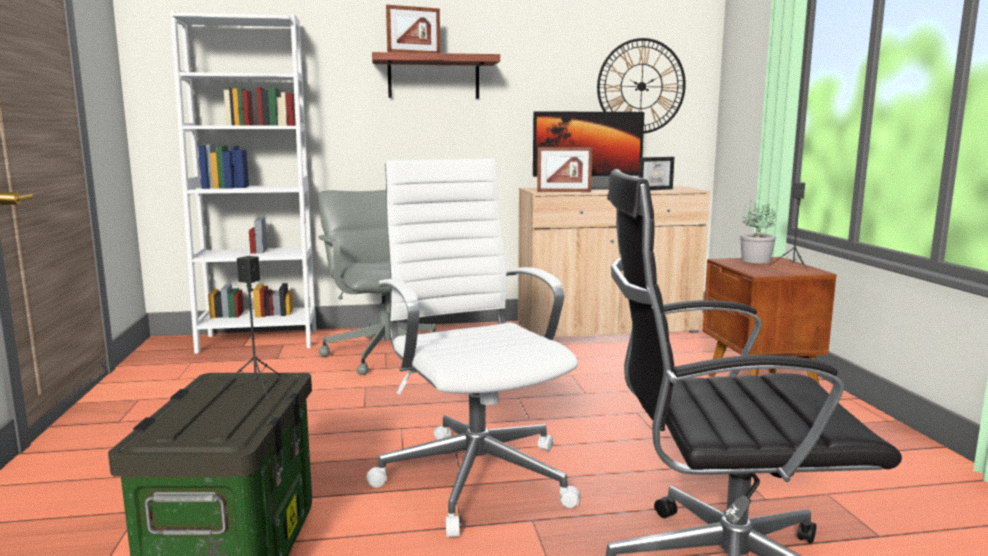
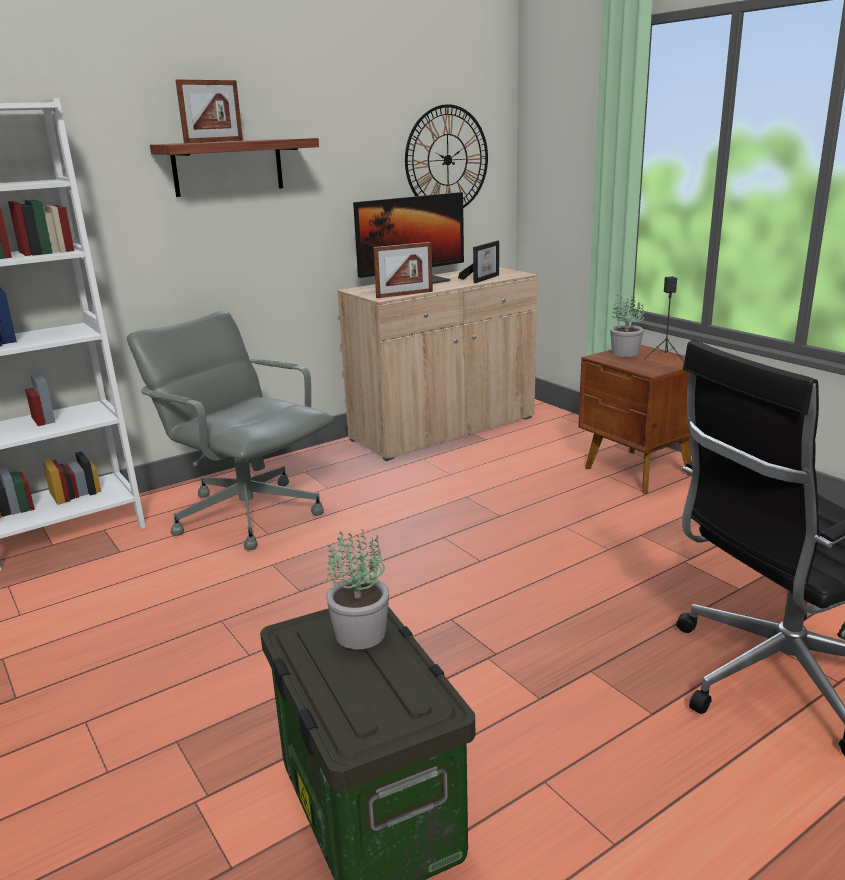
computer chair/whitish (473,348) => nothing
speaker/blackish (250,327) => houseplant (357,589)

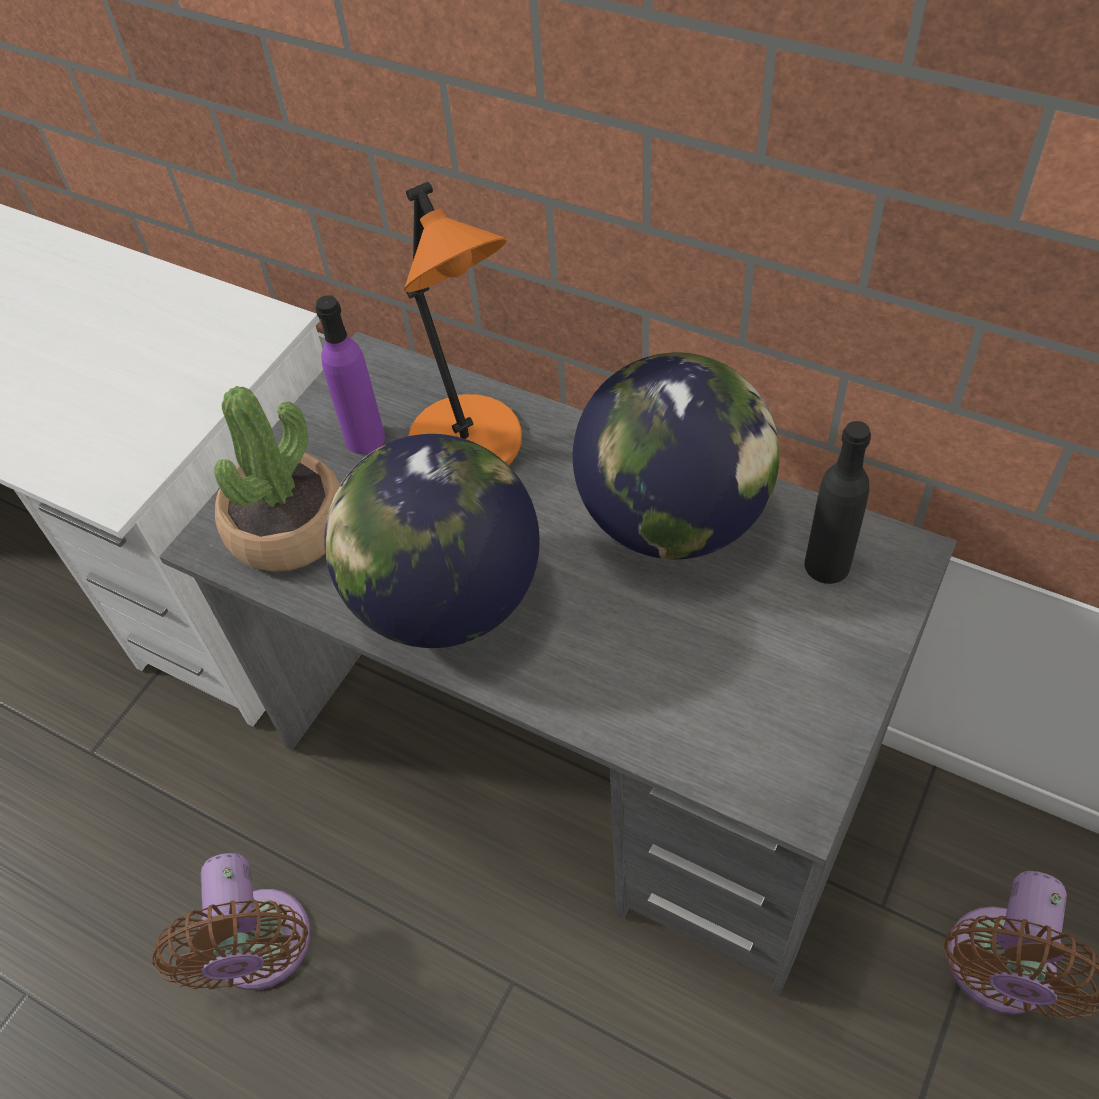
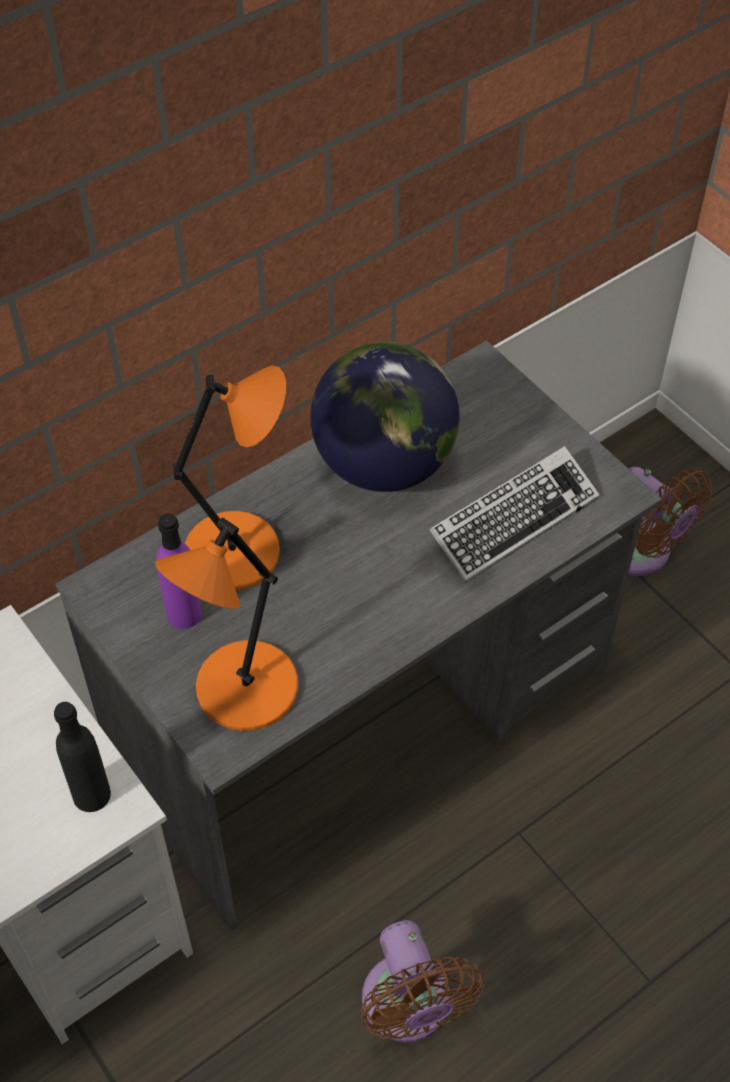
desk globe (432,541) => nothing
nothing => PC keyboard (514,514)
bottle/blackish (838,502) => bottle/blackish (82,757), shifted
houseplant (277,479) => tabletop lamp/orange (226,624)
cooling fan/brownish (231,921) => cooling fan/brownish (422,981), 60 degrees clockwise

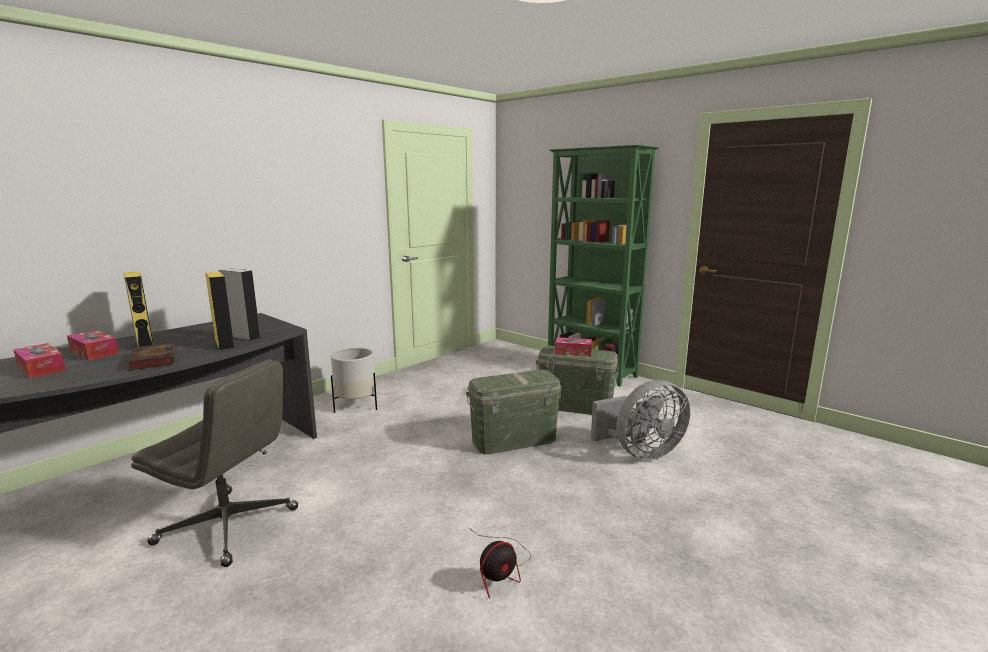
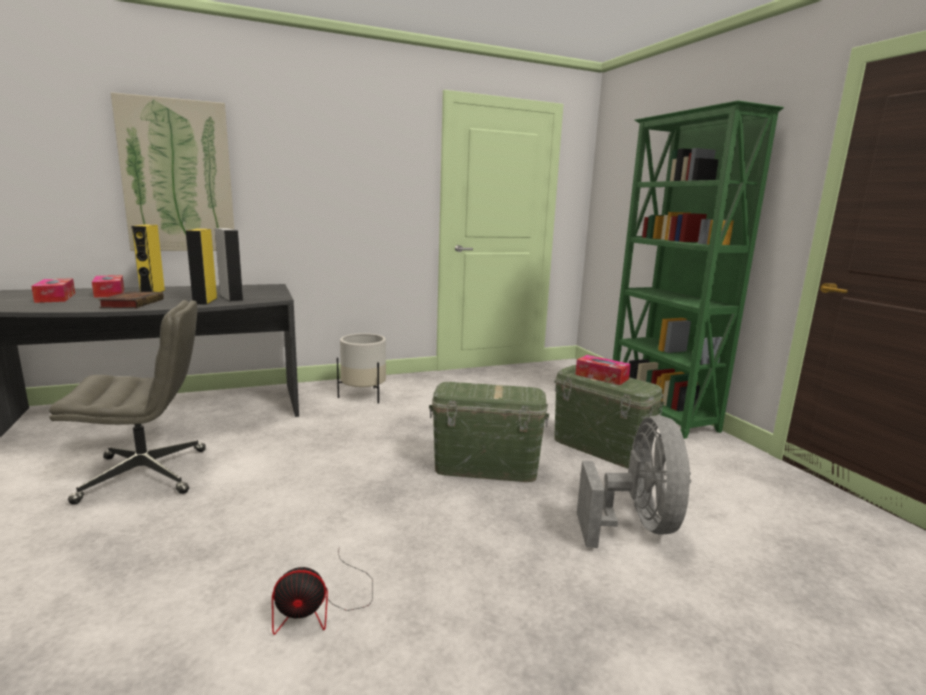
nothing => wall art (172,171)
computer chair/greyish (214,463) => computer chair/greyish (127,402), 60 degrees counterclockwise
cooling fan/greyish (640,420) => cooling fan/greyish (634,481), 90 degrees counterclockwise

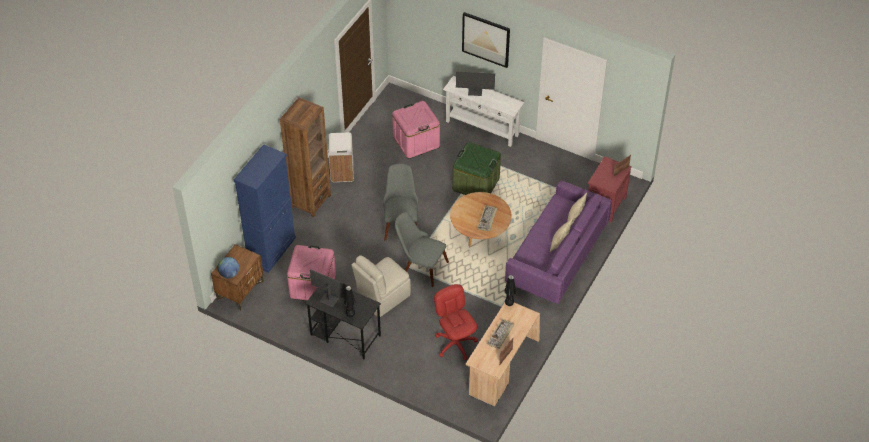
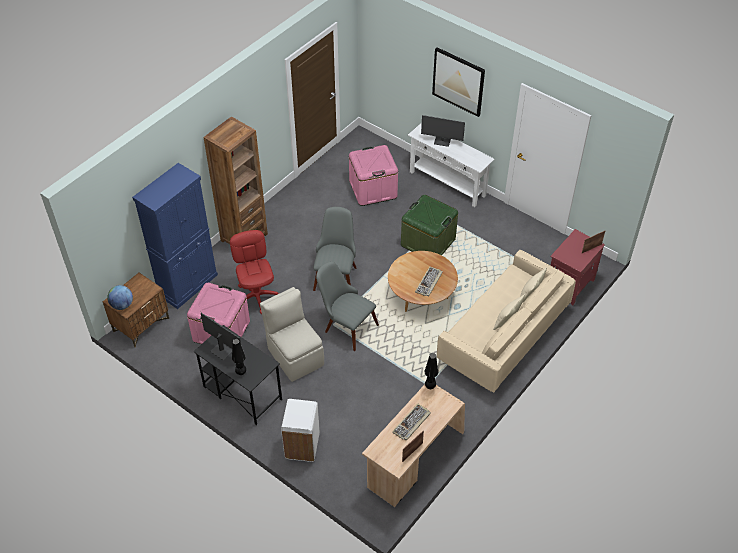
trash can/whitish (341,157) => trash can/whitish (300,430), shifted
computer chair/red-coloured (456,322) => computer chair/red-coloured (254,272), shifted
settee/purple (558,242) => settee/beige-coloured (506,321)
plain chair/beige-coloured (381,286) => plain chair/beige-coloured (292,334), 90 degrees clockwise

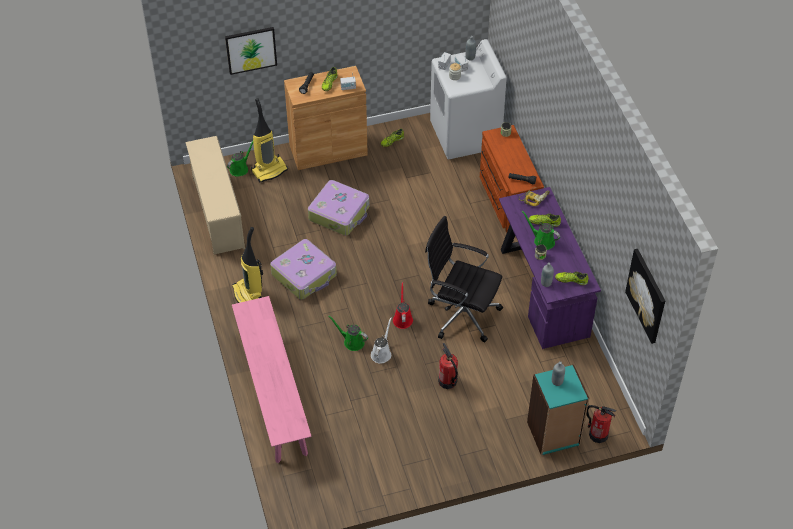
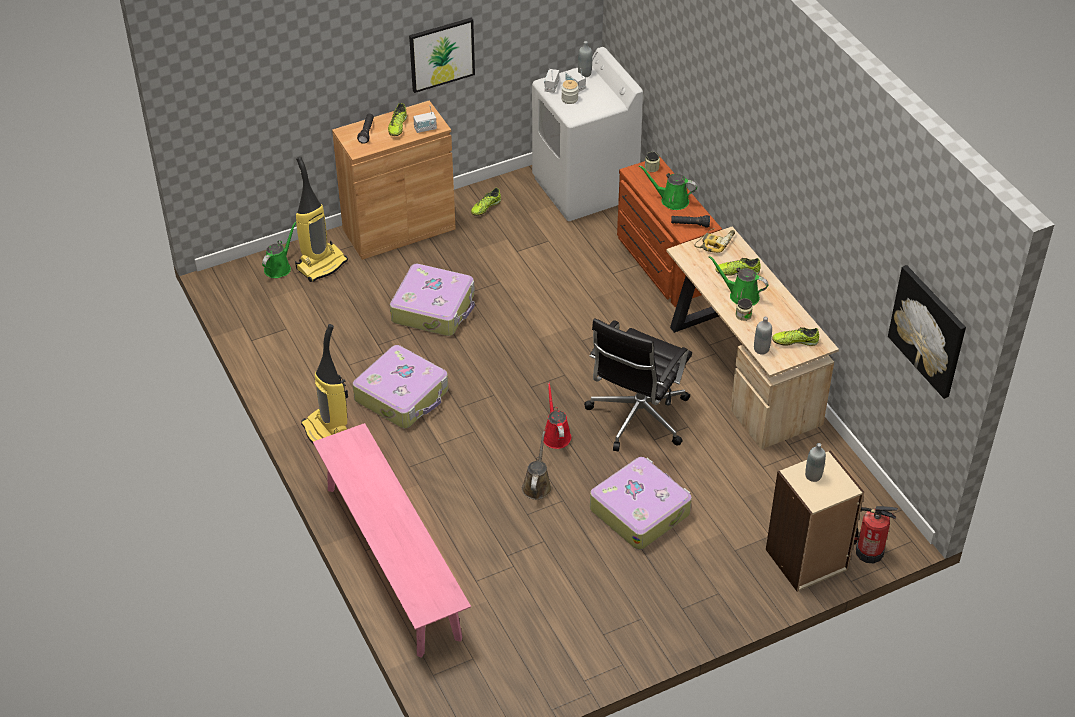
shoe stand/beige-coloured (215,195) => nothing
wall art (251,51) => wall art (442,55), shifted
sprinkling can/green (348,333) => sprinkling can/green (668,187), shifted
extinguisher (448,366) => piece of luggage (641,503)
sprinkling can/whitish (381,340) => sprinkling can/brownish (537,465)
desk/purple (550,268) => desk/beige-coloured (752,337)
shelving unit/turquoise (558,410) => shelving unit/beige-coloured (815,521)
computer chair/blackish (464,279) => computer chair/blackish (638,384), 75 degrees counterclockwise

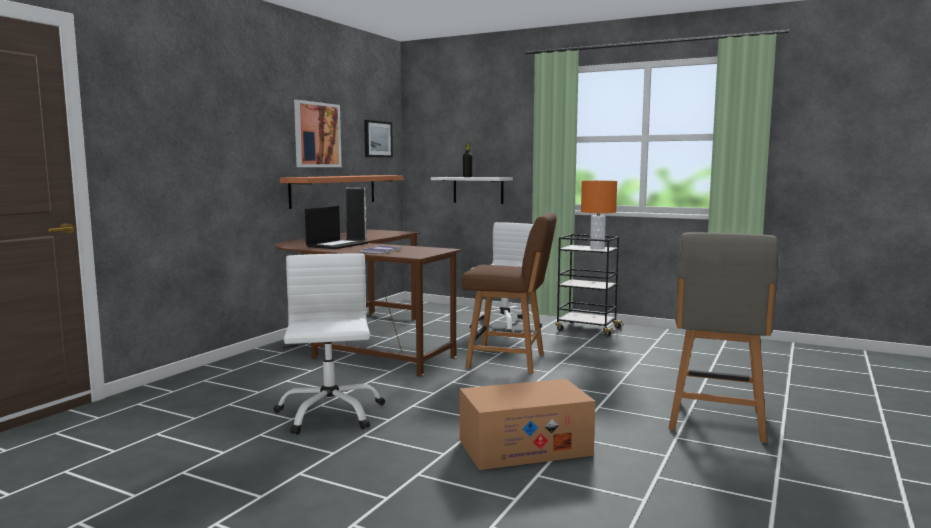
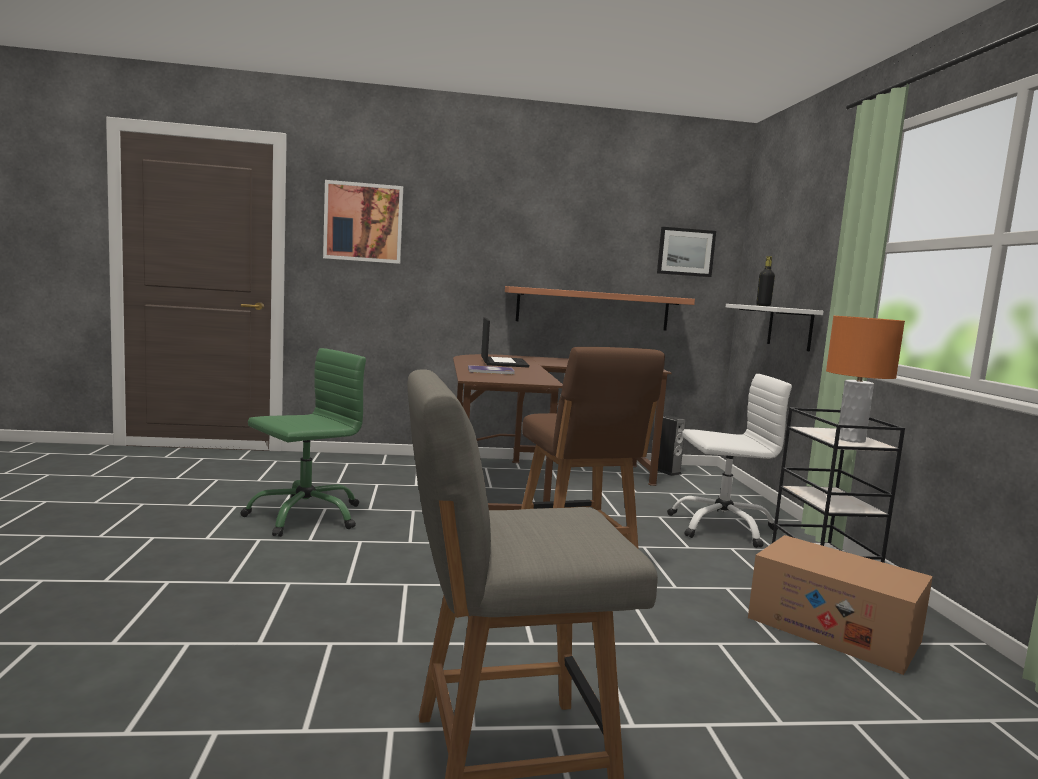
wall art (318,133) => wall art (363,222), shifted
speaker (357,214) => speaker (672,446), shifted
carton (527,424) => carton (840,605), shifted
computer chair/whitish (329,344) => computer chair/green (303,442)
portable computer (336,227) => portable computer (505,342), 90 degrees counterclockwise

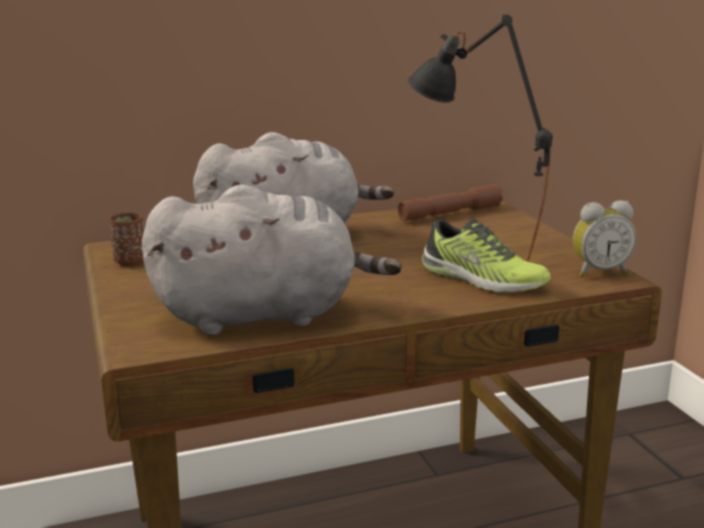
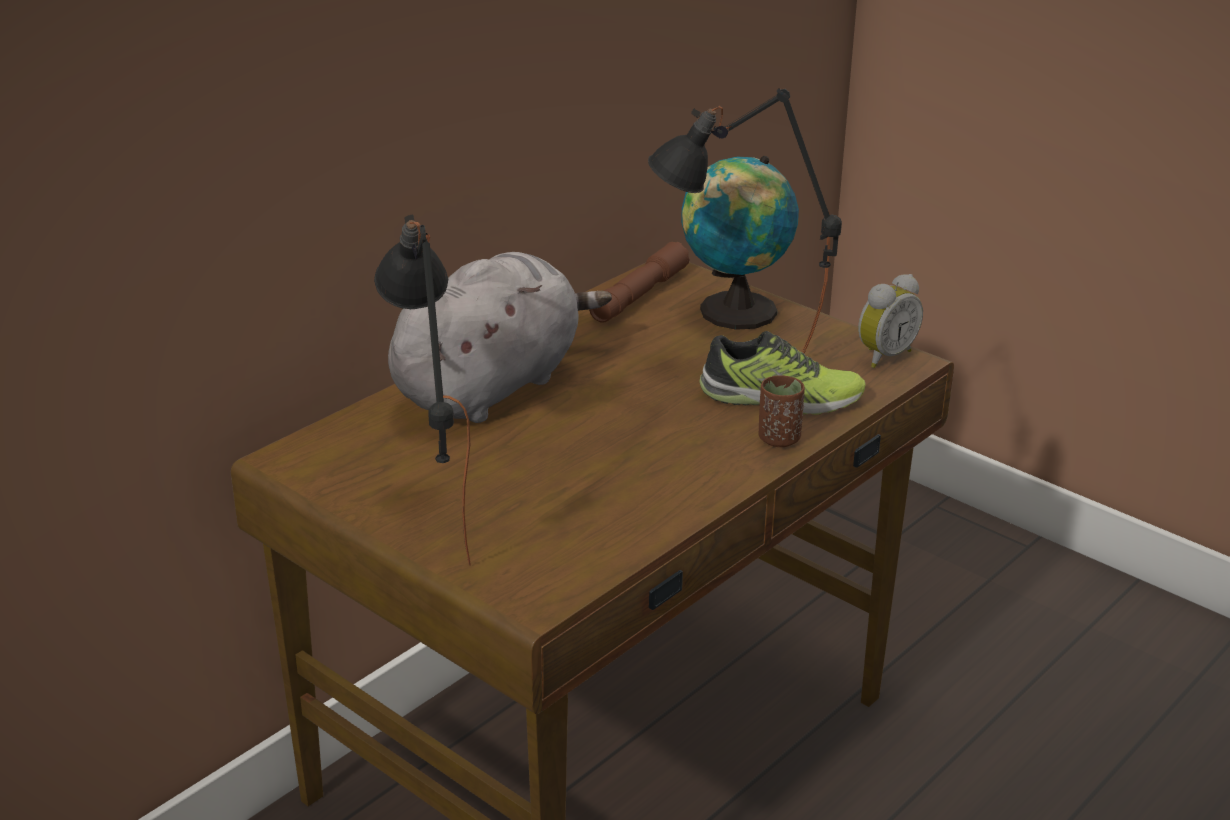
soft toy/greyish (272,260) => nothing
nothing => tabletop lamp/blackish (422,390)
nothing => desk globe (740,243)
cup/brownish (126,239) => cup/brownish (782,411), shifted

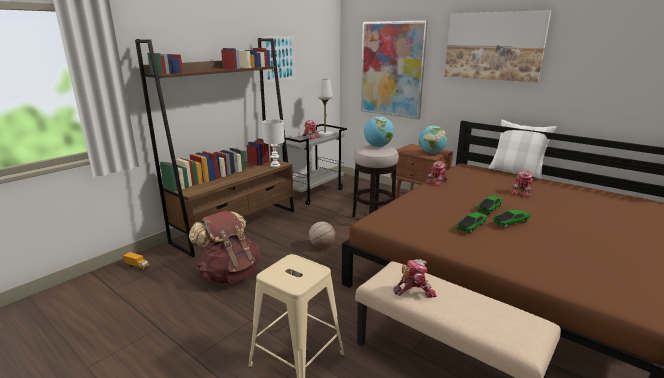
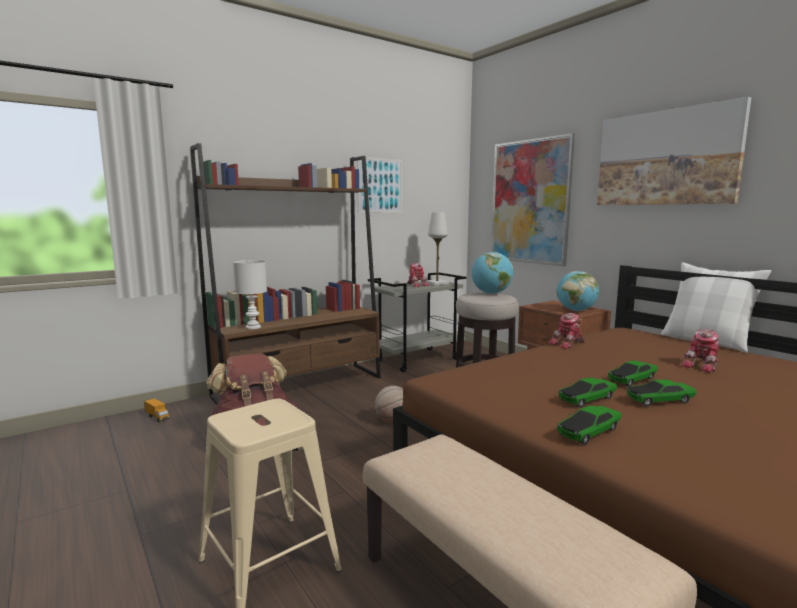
toy robot (415,278) => nothing
nothing => miniature car (589,425)
tabletop lamp/whitish (273,143) => tabletop lamp/whitish (250,294), shifted

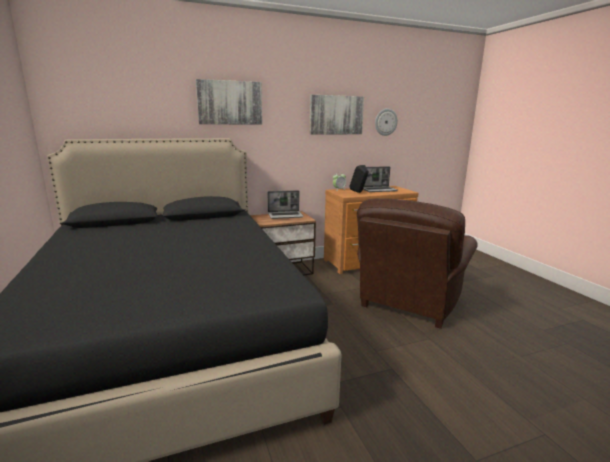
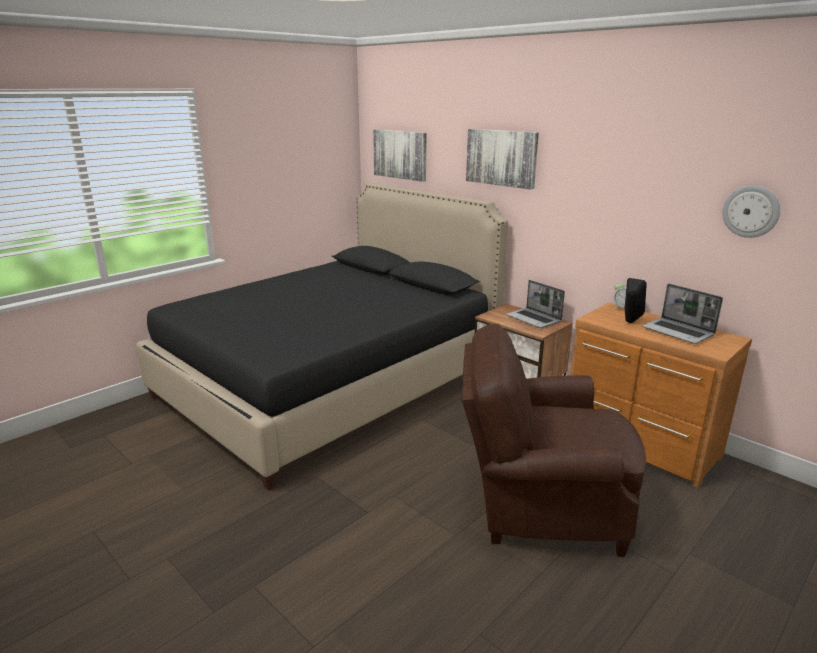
wall art (337,114) => wall art (400,155), shifted

